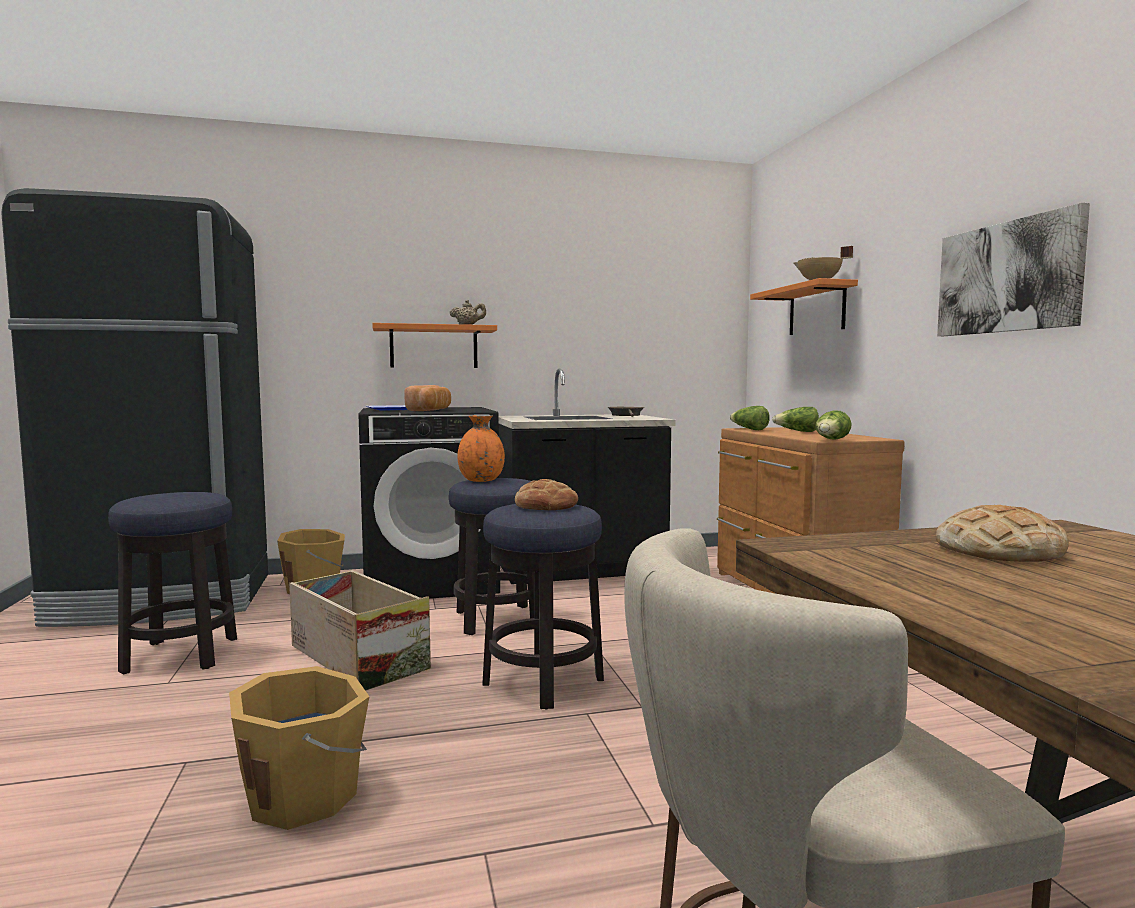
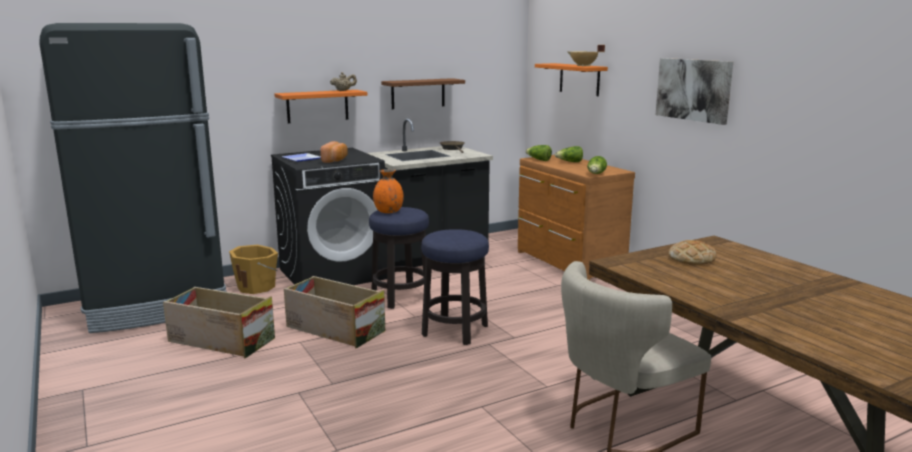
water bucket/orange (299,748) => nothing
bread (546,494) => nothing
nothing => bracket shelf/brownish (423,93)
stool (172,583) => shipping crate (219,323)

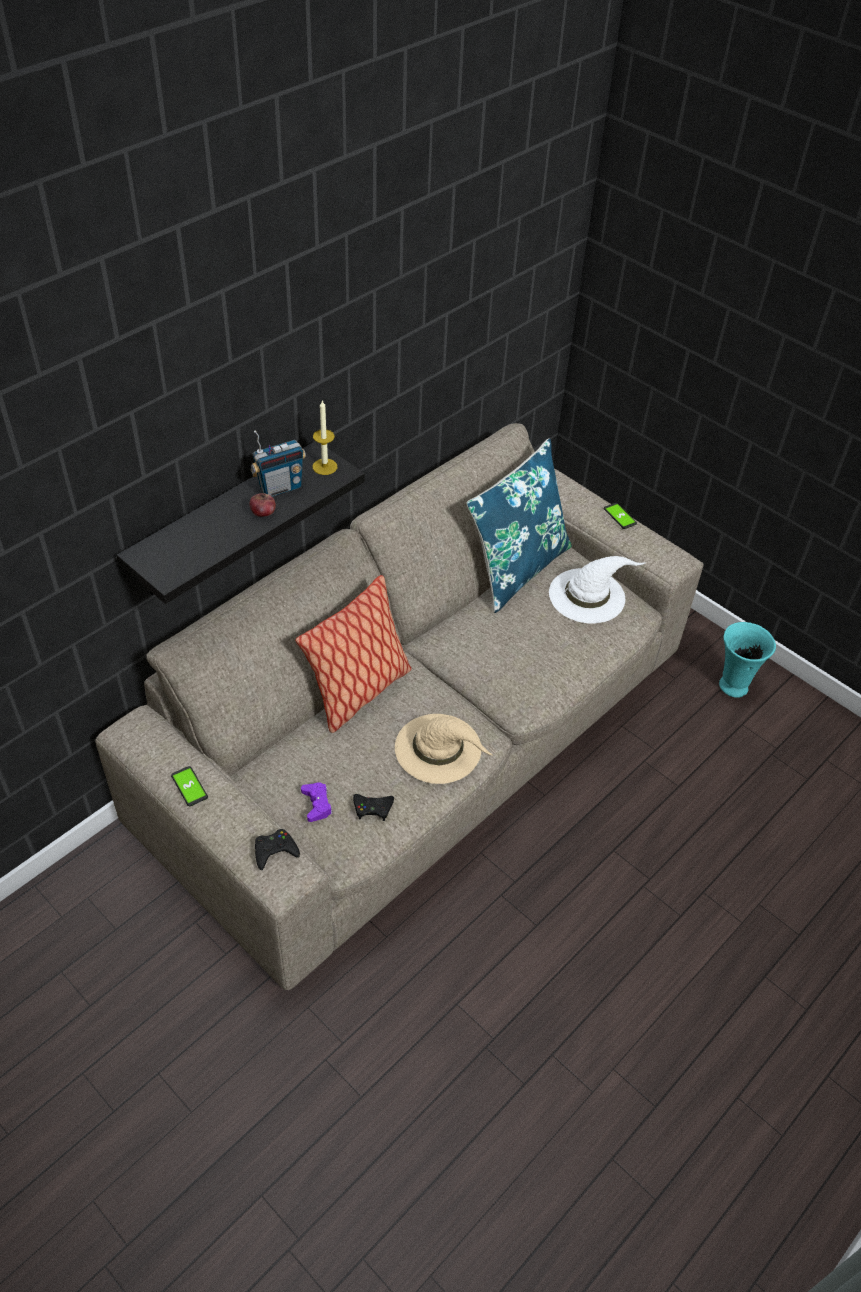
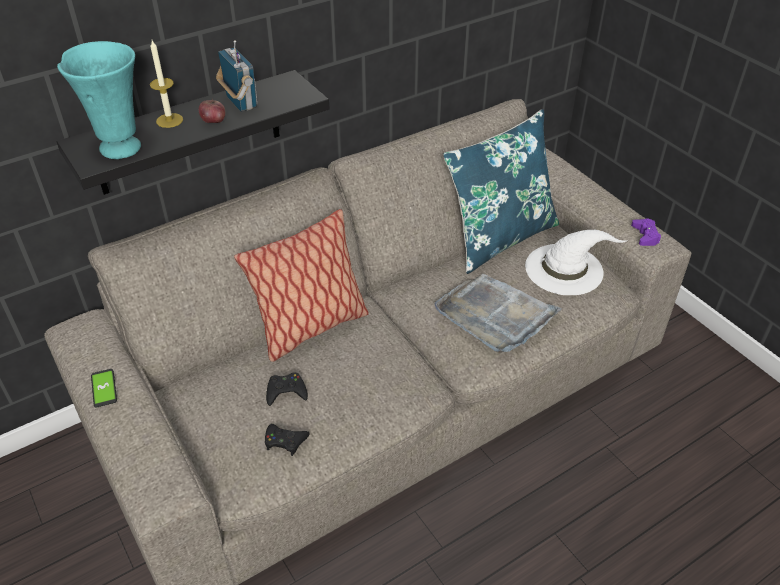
hat/beige-coloured (443,749) => nothing
phone (620,516) => nothing
nothing => tray/greyish (498,313)
game controller/blackish (277,849) => game controller/blackish (287,389), shifted
game controller/purple (317,802) => game controller/purple (646,232), shifted
candle (325,437) => candle (166,84), shifted
vase/turquoise (747,660) => vase/turquoise (99,100), shifted
radio set (278,463) => radio set (236,76), 105 degrees counterclockwise

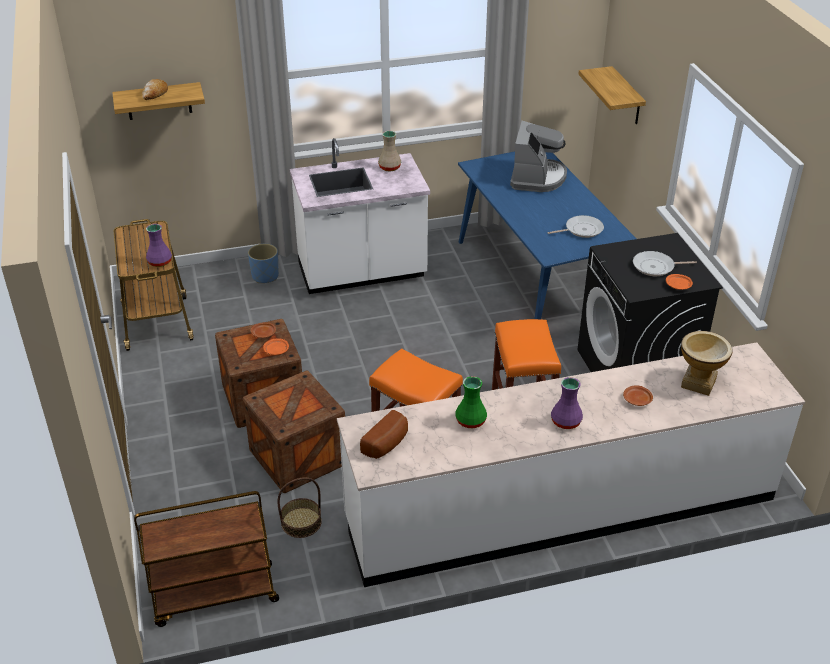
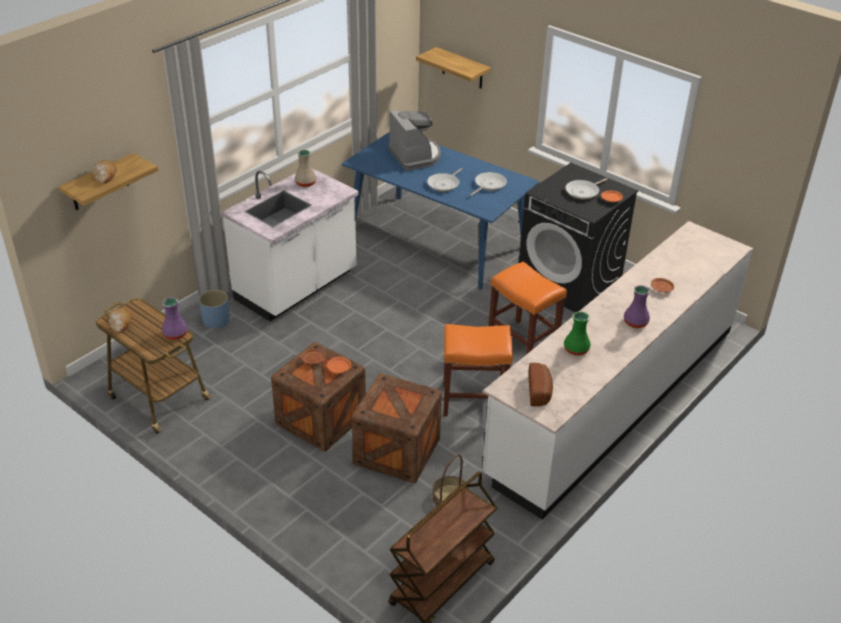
vase (706,363) => nothing
nothing => bread (120,320)
nothing => skillet (445,180)

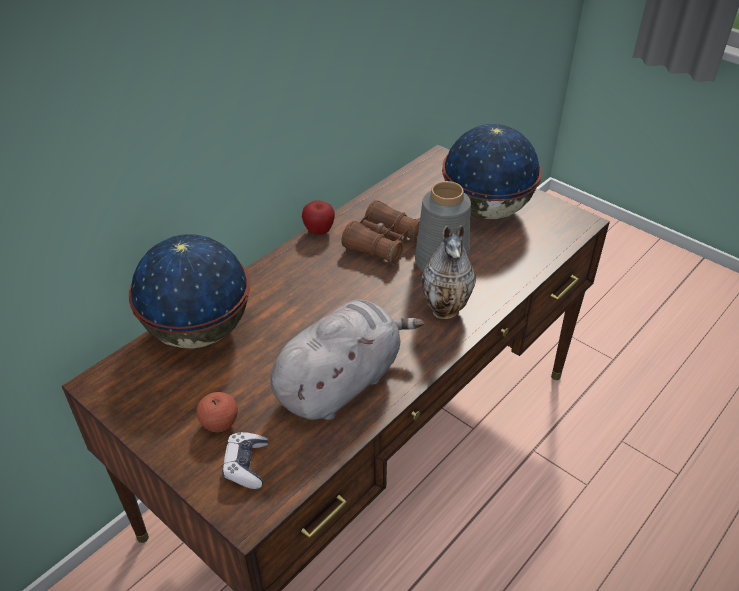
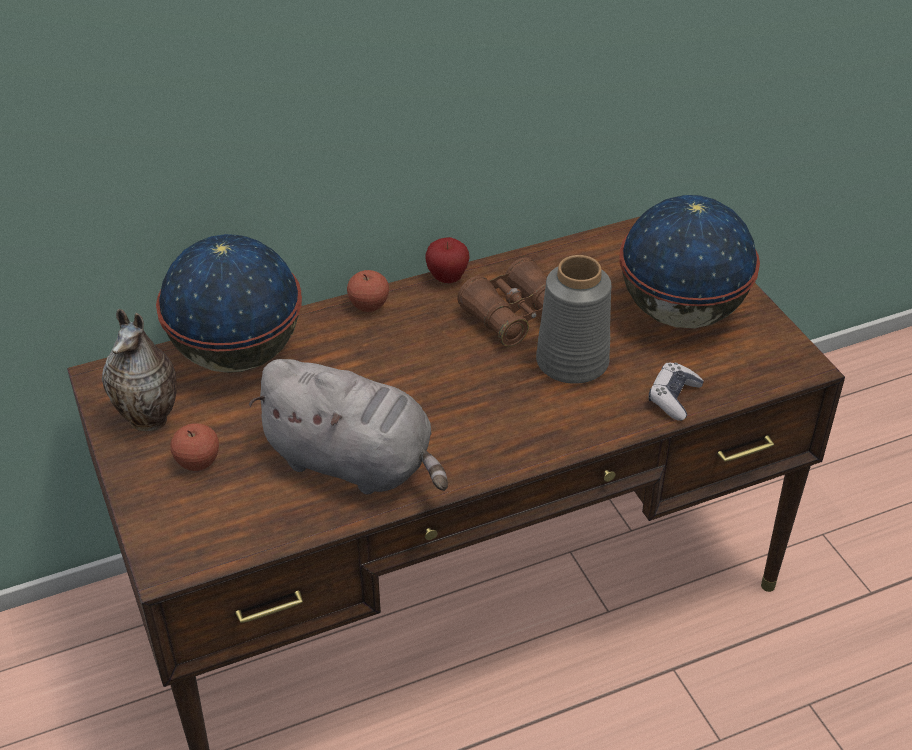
nothing => apple fruit (368,291)
game controller (245,460) => game controller (676,392), shifted
vase (449,272) => vase (139,370), shifted
soft toy/greyish (347,359) => soft toy/greyish (348,426), 45 degrees clockwise

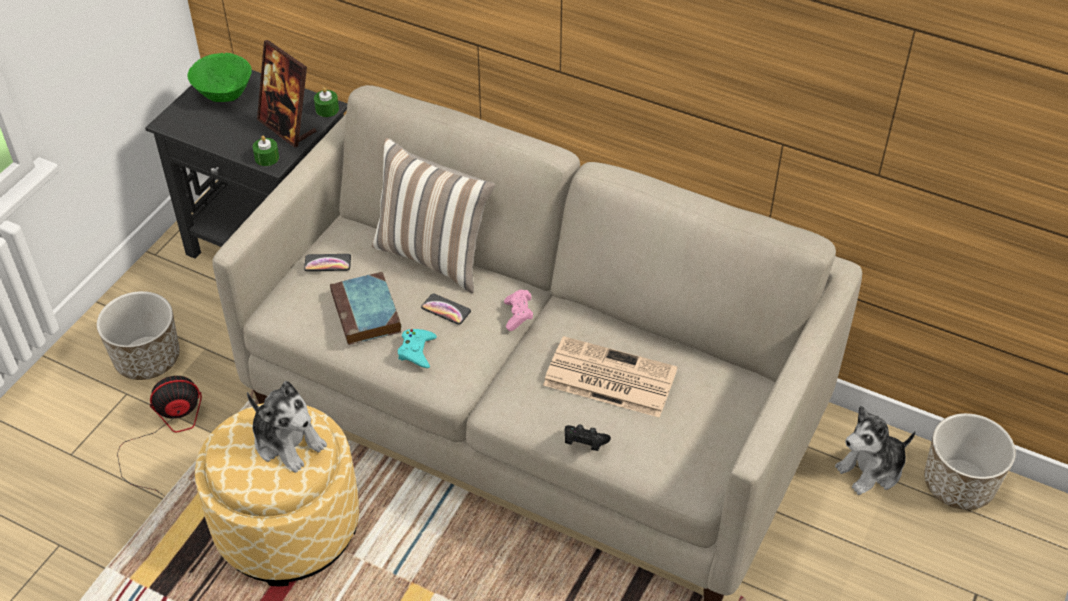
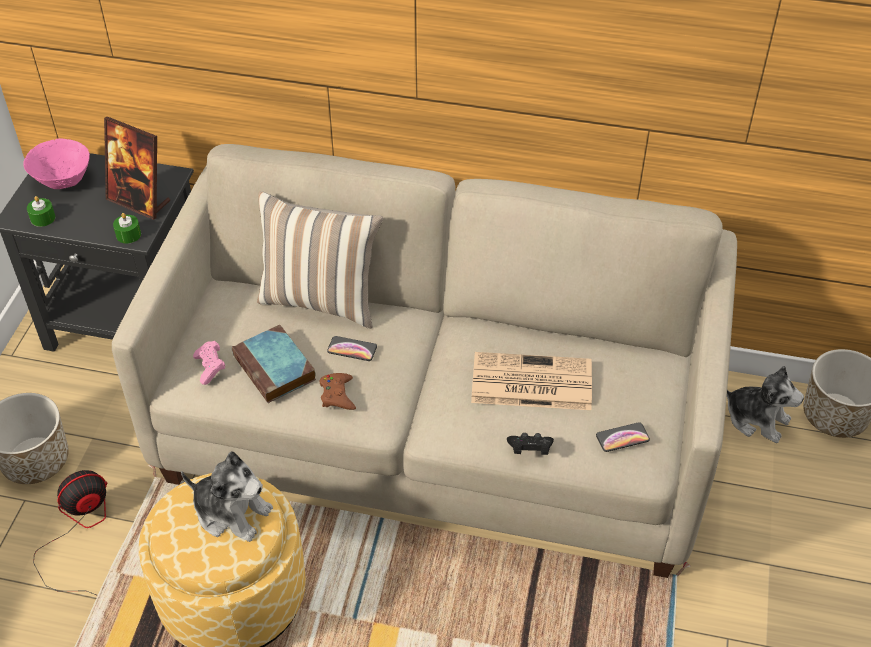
phone (327,262) => phone (623,437), shifted
candle/green (326,102) => candle/green (41,211), shifted
game controller/pink-coloured (518,310) => game controller/pink-coloured (209,363), shifted
bowl/green (220,77) => bowl/pink-coloured (56,163)
game controller/turquoise (417,348) => game controller/brownish (338,391)
soft toy (875,450) => soft toy (765,404), 105 degrees counterclockwise

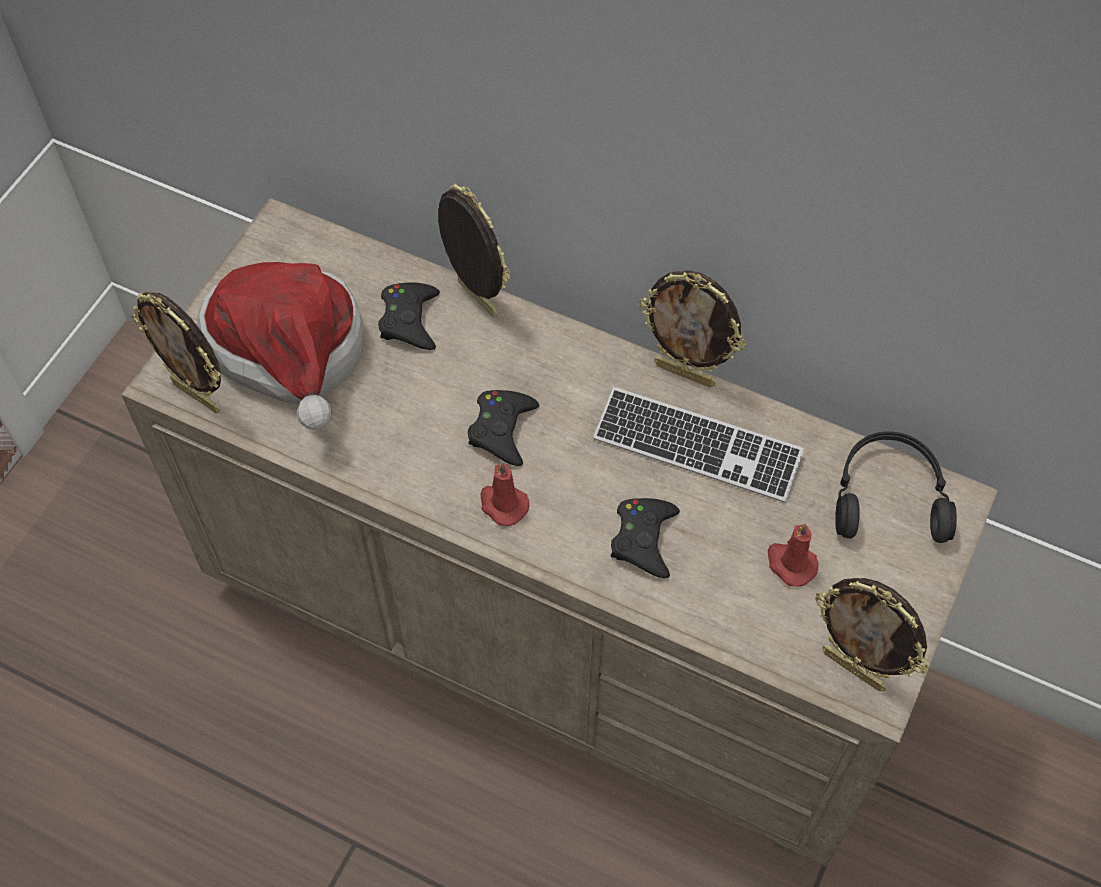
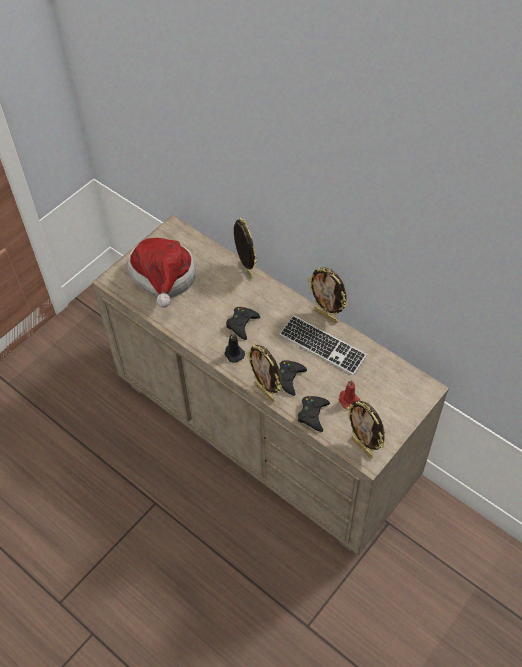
headphones/blackish (896,487) => nothing
standing frame (176,352) => standing frame (264,373), shifted
game controller/blackish (409,316) => game controller/blackish (314,414), shifted
candle/red-coloured (505,494) => candle/blackish (234,348)

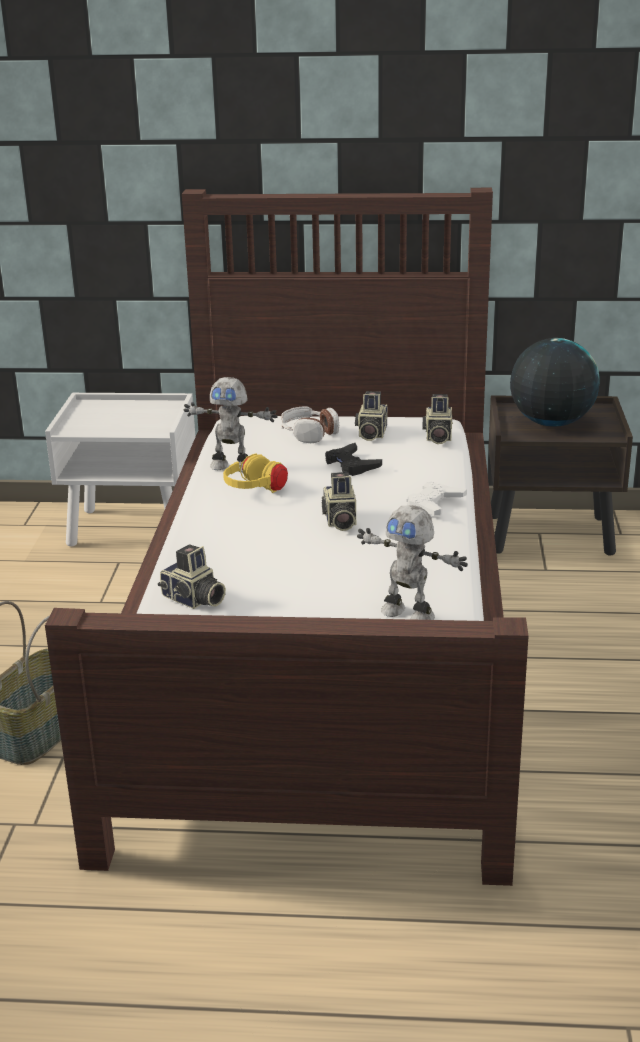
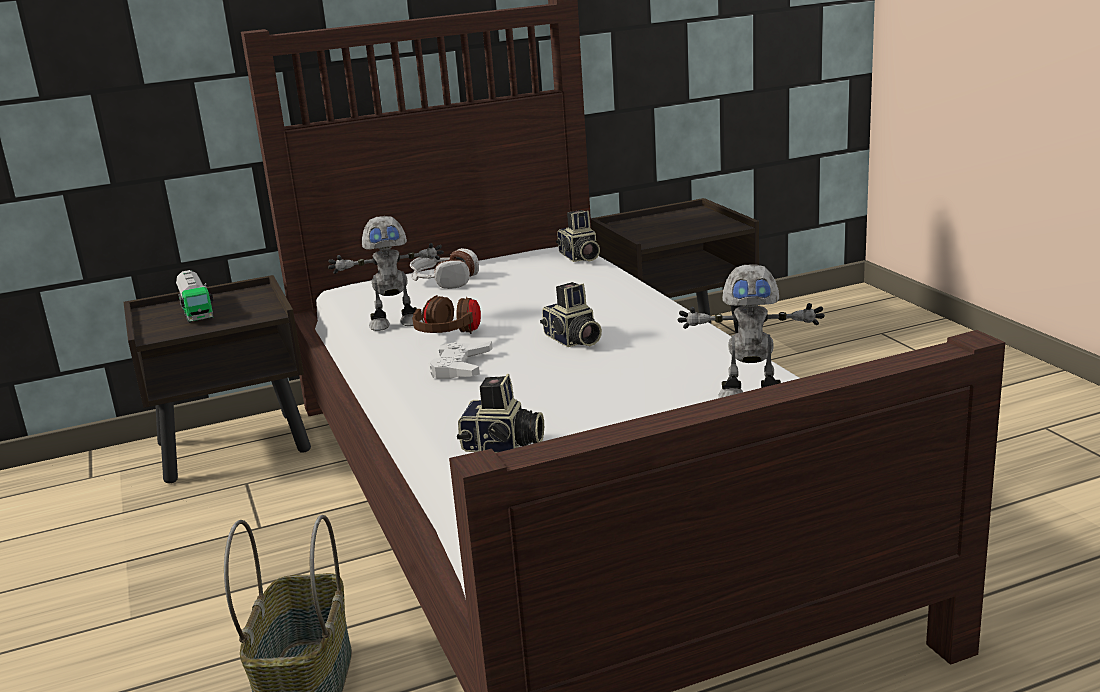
game controller/blackish (353,459) => nothing
still camera (371,416) => nothing
desk globe (554,382) => nothing
nothing => toy truck (195,296)
game controller/whitish (437,498) => game controller/whitish (461,360), shifted
nightstand/whitish (120,469) => nightstand/brownish (217,379)
headphones/yellowish (255,473) => headphones/brownish (446,314)

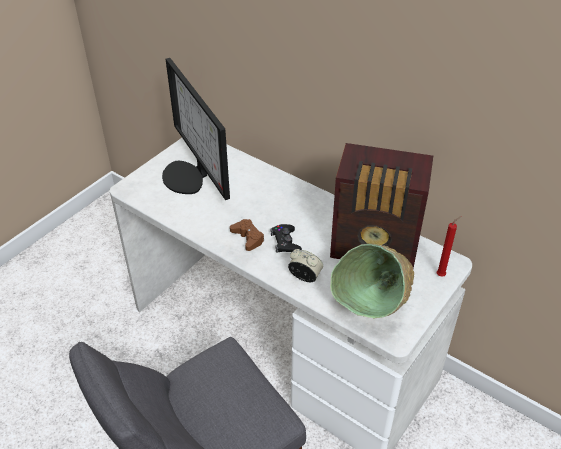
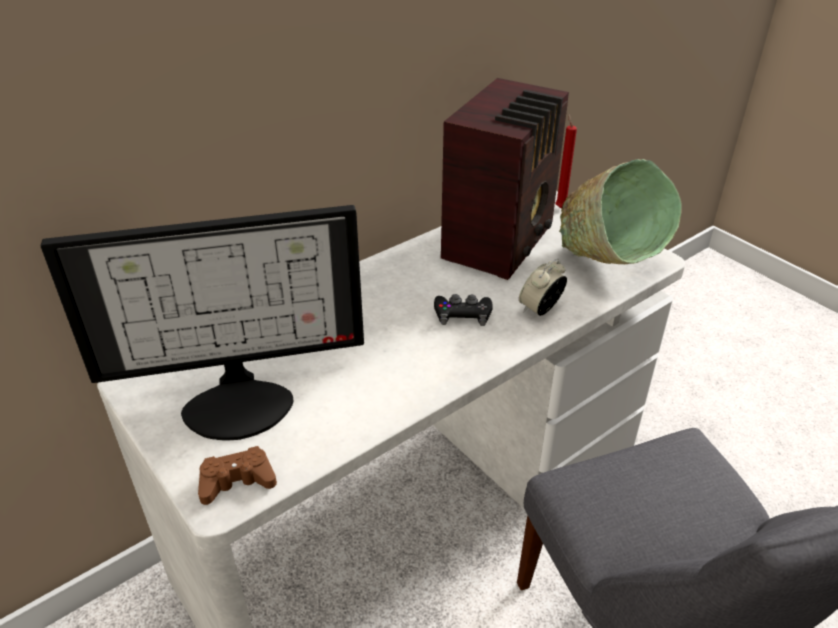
game controller/brownish (247,235) => game controller/brownish (237,475), shifted

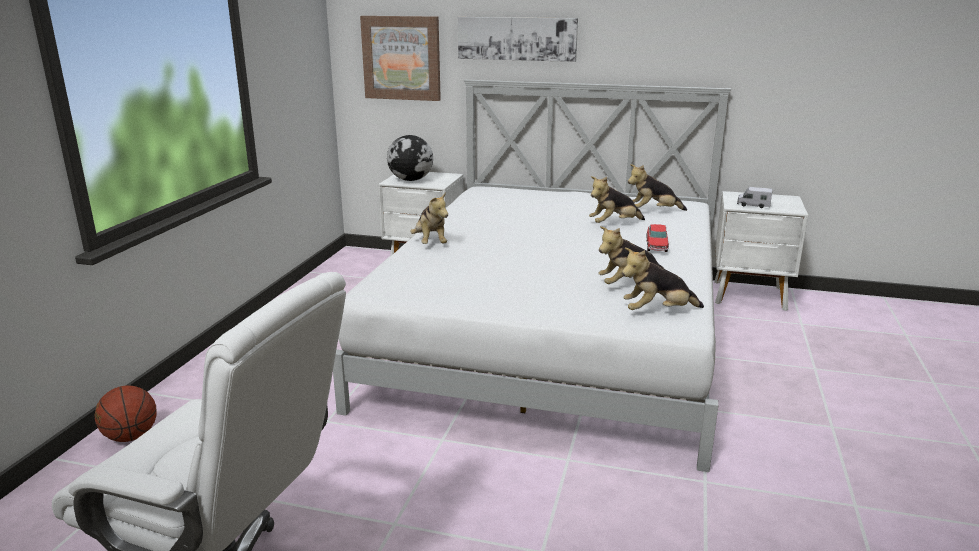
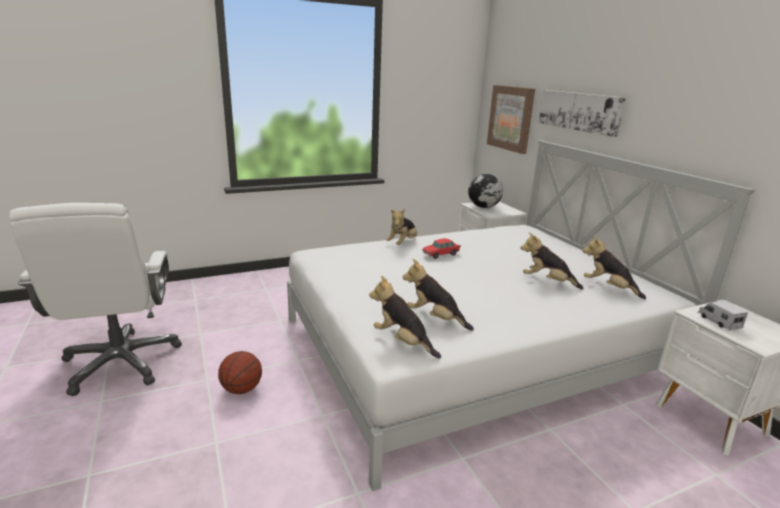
basketball ball (125,413) => basketball ball (240,372), shifted
miniature car (657,238) => miniature car (441,248), shifted

